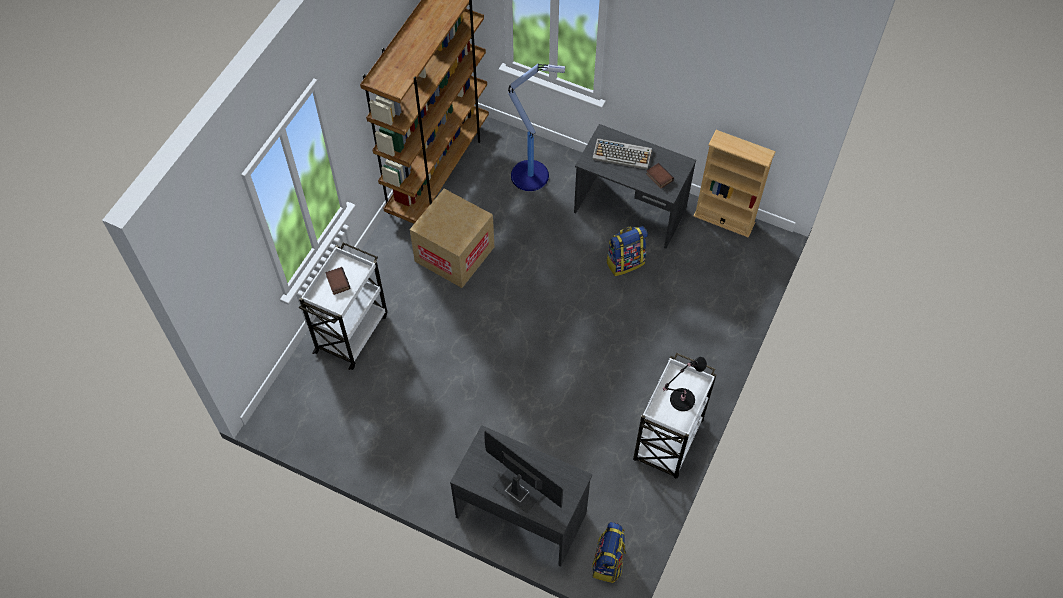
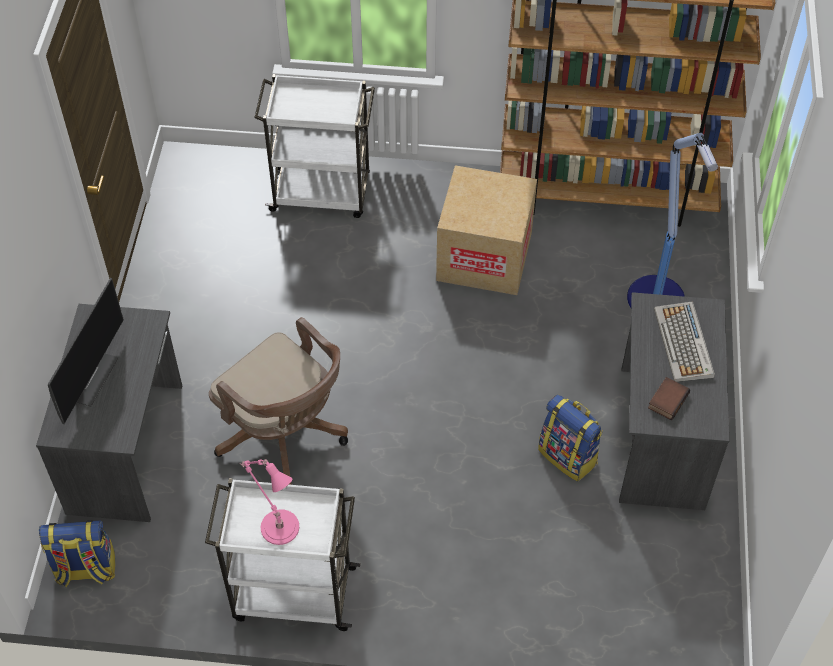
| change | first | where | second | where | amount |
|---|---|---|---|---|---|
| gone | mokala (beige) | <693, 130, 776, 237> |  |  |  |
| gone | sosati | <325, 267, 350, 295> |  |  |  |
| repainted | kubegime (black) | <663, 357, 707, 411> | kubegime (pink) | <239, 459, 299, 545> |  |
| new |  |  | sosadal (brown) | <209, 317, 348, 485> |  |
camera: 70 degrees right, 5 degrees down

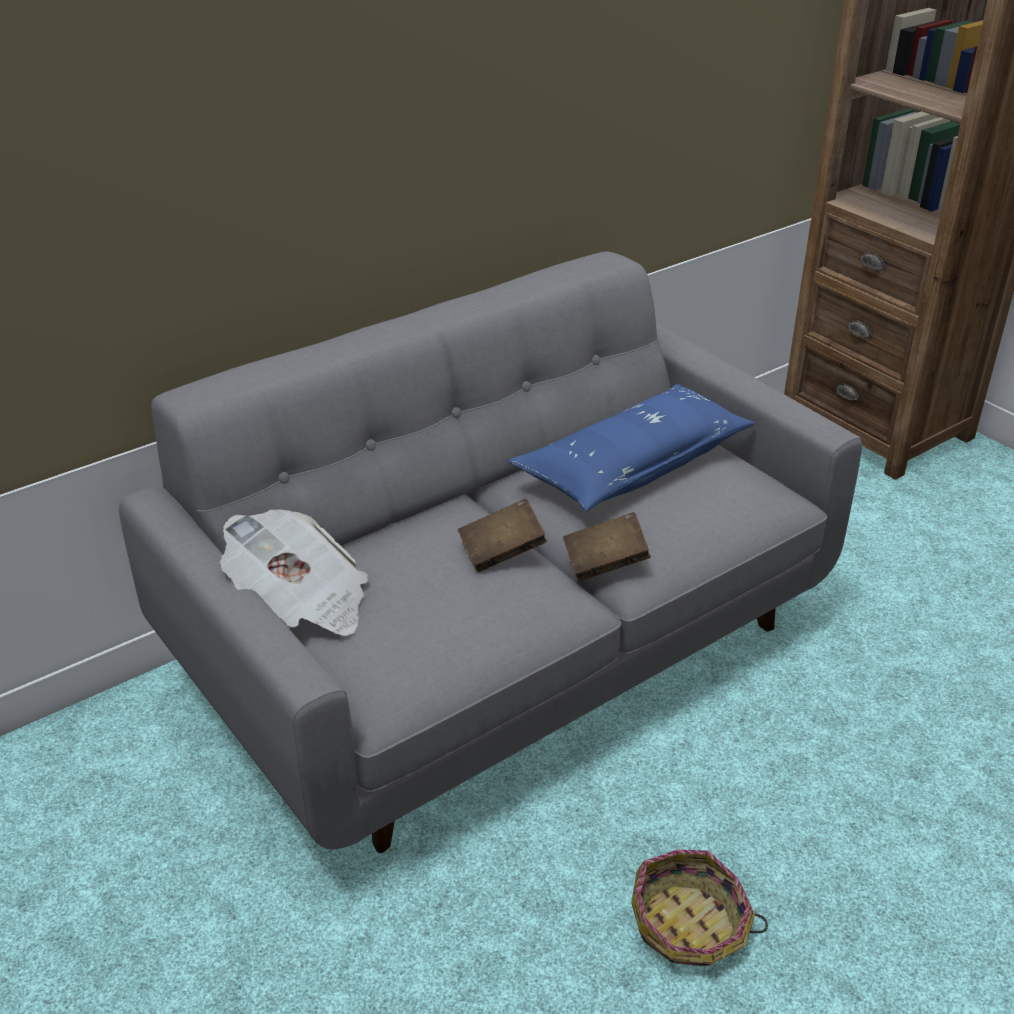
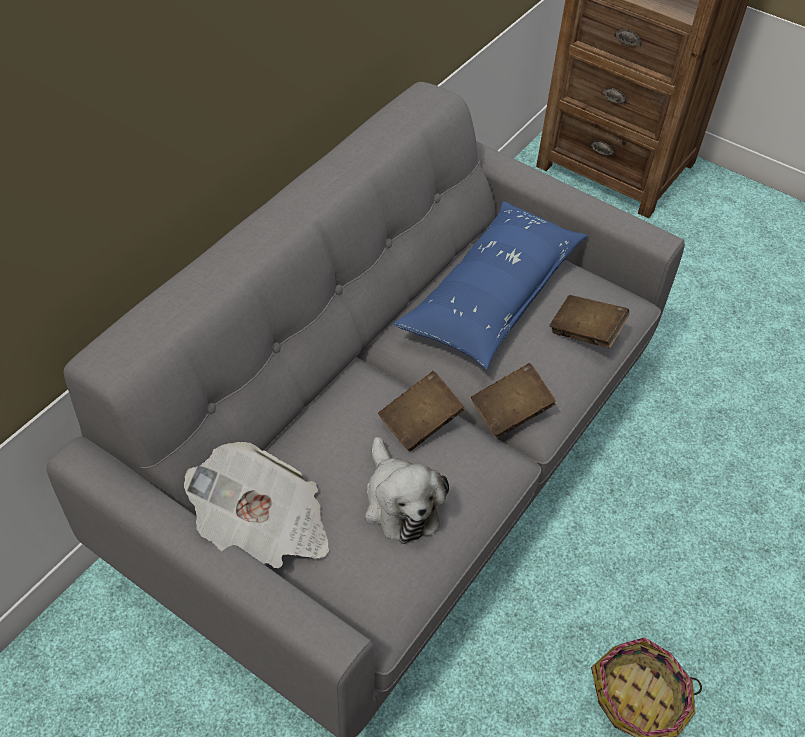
| change | first | where | second | where | amount |
|---|---|---|---|---|---|
| new |  |  | sosati (brown) | <549, 295, 629, 348> |  |
| new |  |  | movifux | <365, 437, 449, 544> |  |
camera: 20 degrees left, 15 degrees up

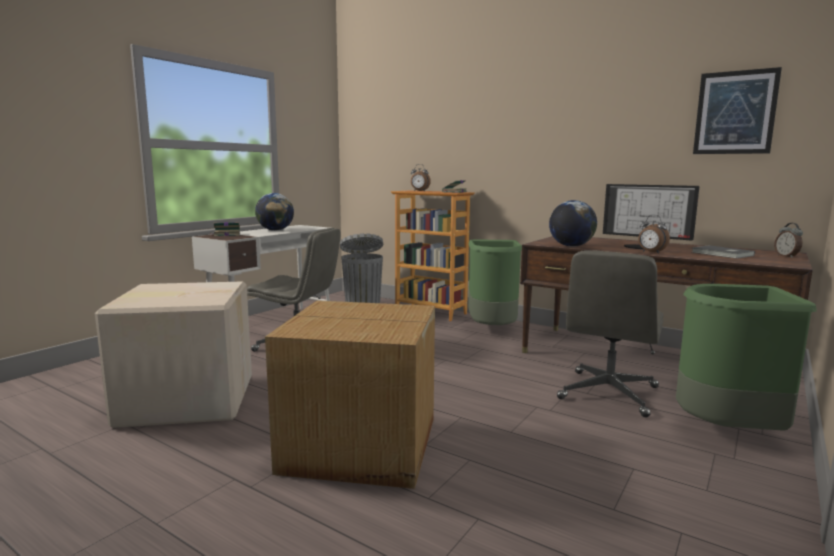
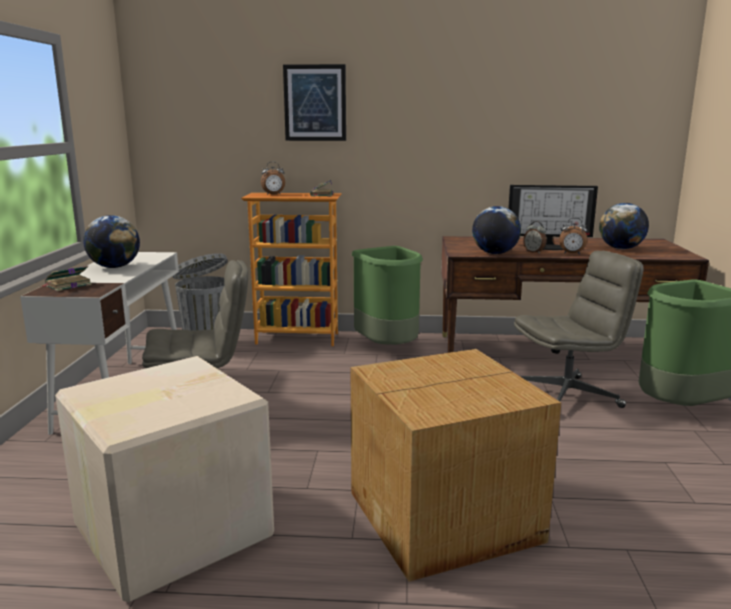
| change | first | where | second | where | amount |
|---|---|---|---|---|---|
| shifted | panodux | <693, 67, 782, 154> |  | <283, 64, 346, 141> |  |
| shifted | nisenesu | <774, 223, 803, 258> |  | <523, 221, 546, 254> |  |
| swapped | sosati (grey) | <692, 245, 755, 259> | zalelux | <599, 203, 649, 249> |  |
| rotated | sosadal (grey) | <557, 250, 664, 417> |  | <514, 251, 644, 408> | 105 degrees counterclockwise |
camera: 30 degrees left, 5 degrees up

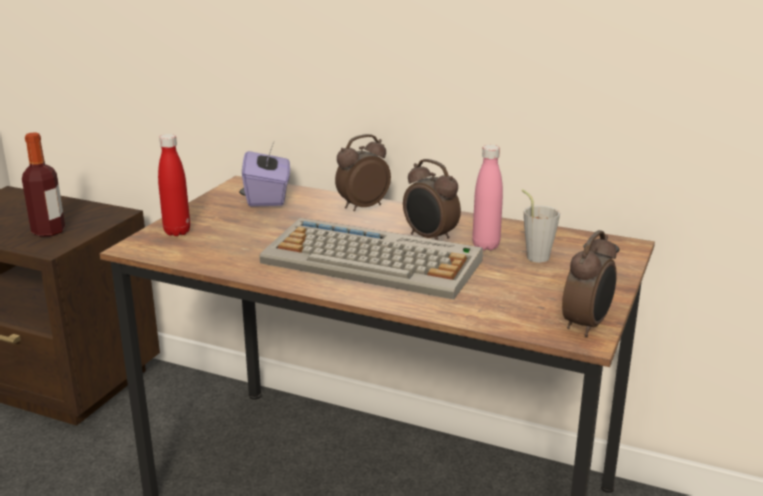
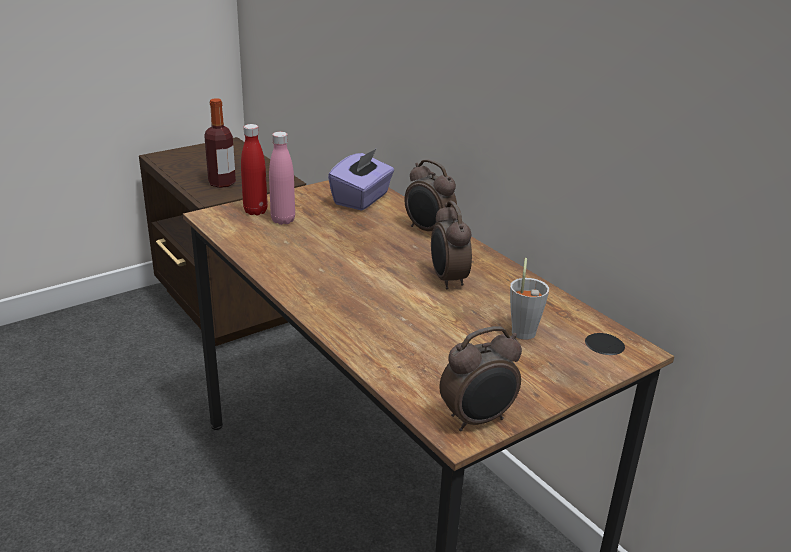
| change | first | where | second | where | amount |
|---|---|---|---|---|---|
| rotated | nisenesu | <335, 134, 391, 211> |  | <405, 159, 457, 231> | 135 degrees counterclockwise |
| shifted | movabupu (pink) | <472, 145, 503, 250> |  | <269, 132, 295, 225> |  |
| gone | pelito | <259, 218, 483, 300> |  |  |  |
camera: 30 degrees right, 5 degrees up

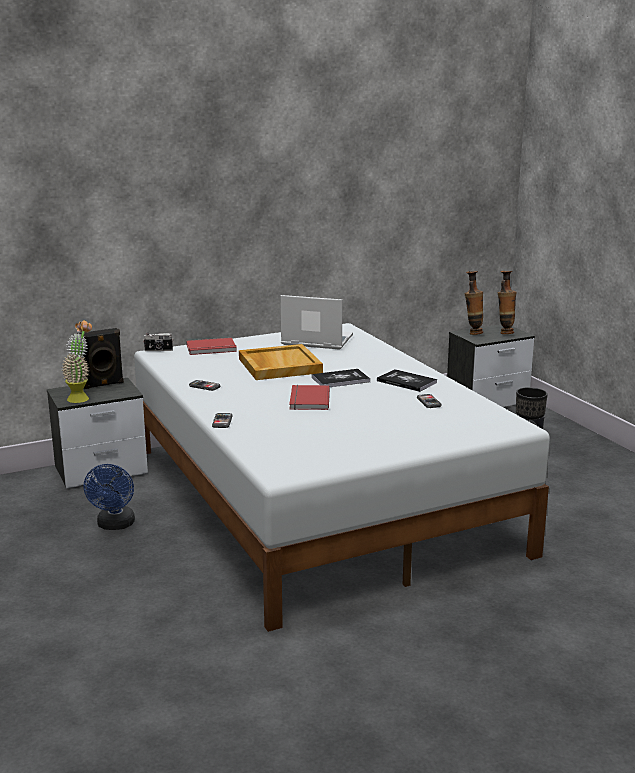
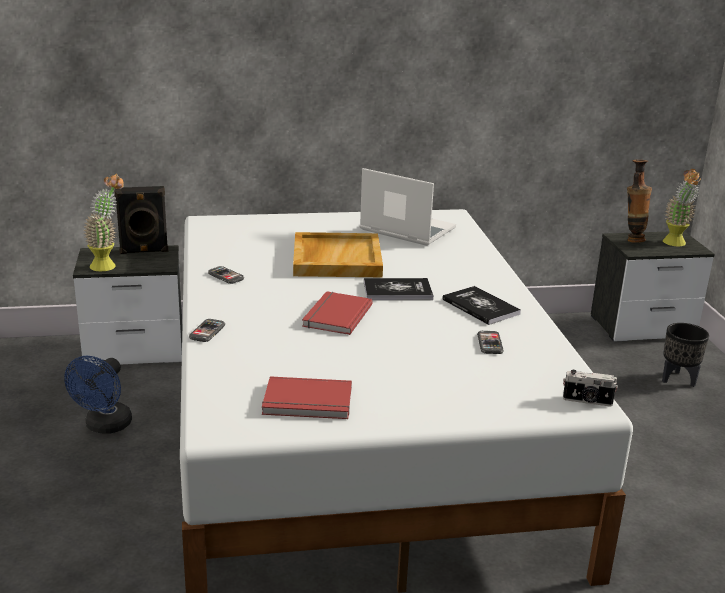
| change | first | where | second | where | amount |
|---|---|---|---|---|---|
| swapped | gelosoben | <498, 271, 517, 334> | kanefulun | <663, 169, 701, 246> |  |
| shifted | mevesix | <143, 333, 173, 351> |  | <563, 370, 618, 407> |  |
| shifted | sosati (red) | <186, 338, 237, 355> |  | <262, 376, 352, 419> |  |
camera: 15 degrees right, 5 degrees up

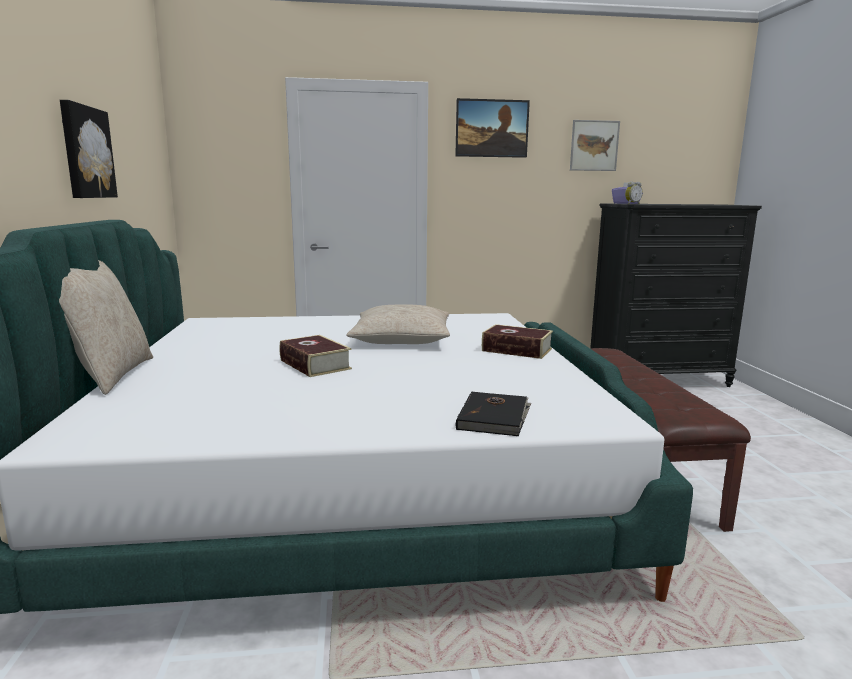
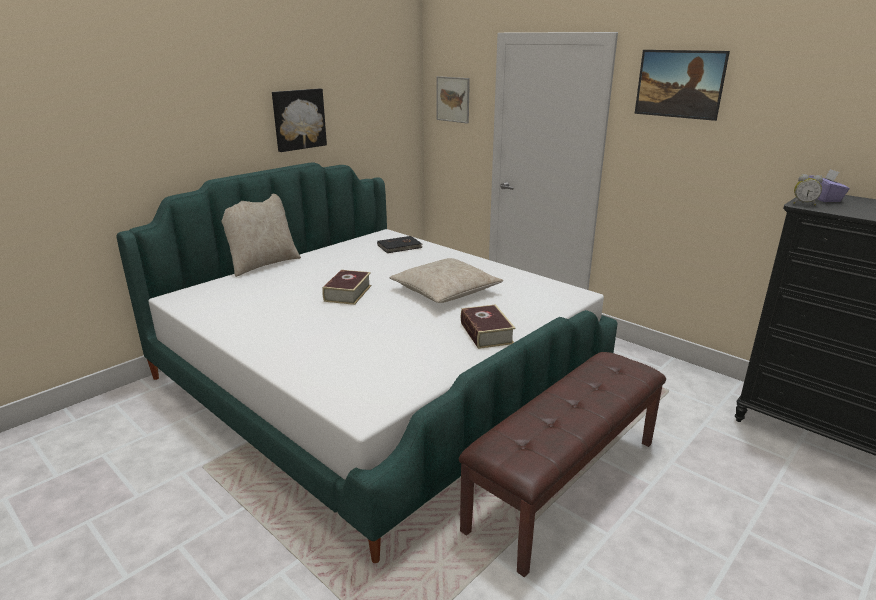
| change | first | where | second | where | amount |
|---|---|---|---|---|---|
| shifted | panodux | <570, 120, 620, 171> |  | <437, 76, 470, 124> |  |
| shifted | sosati (black) | <456, 391, 531, 436> |  | <377, 236, 422, 253> |  |
camera: 50 degrees right, 10 degrees up

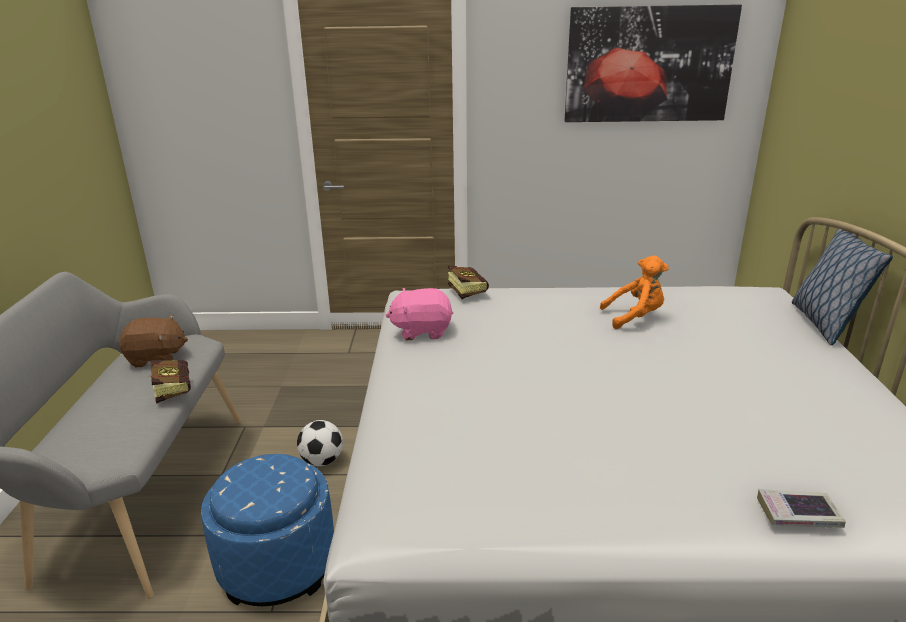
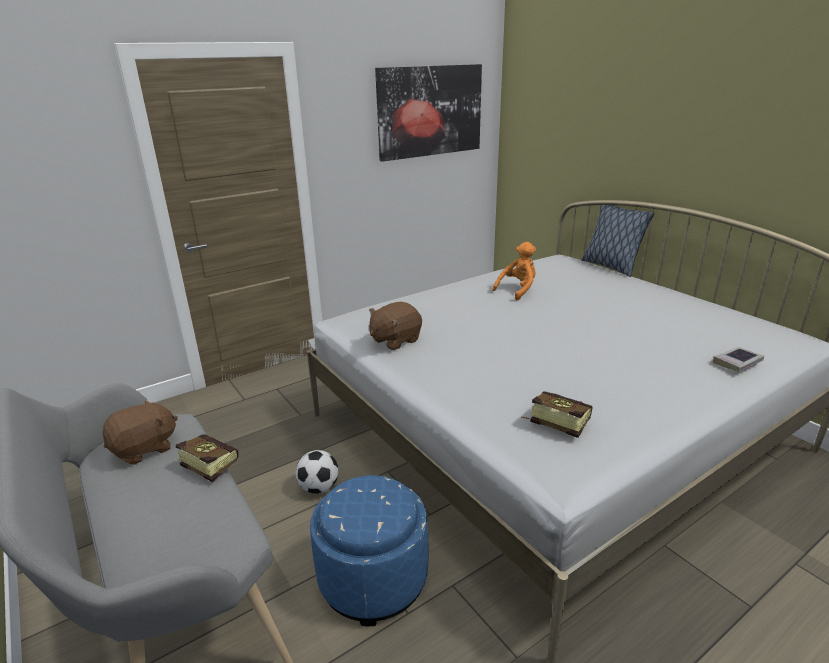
| change | first | where | second | where | amount |
|---|---|---|---|---|---|
| shifted | sosati | <448, 266, 489, 299> |  | <521, 391, 593, 438> |  |
| repainted | movifux (pink) | <385, 288, 453, 340> | movifux (brown) | <369, 302, 422, 350> |  |
camera: 35 degrees left, 0 degrees up

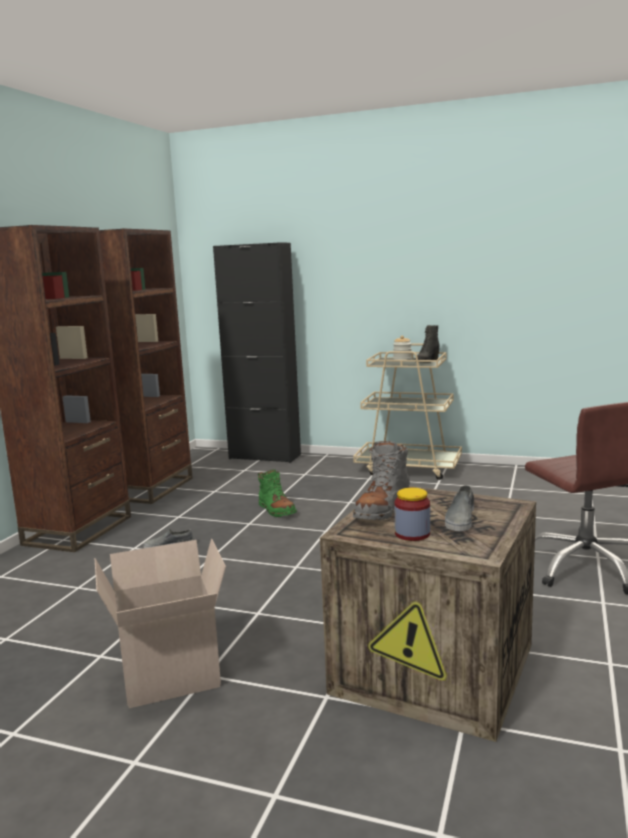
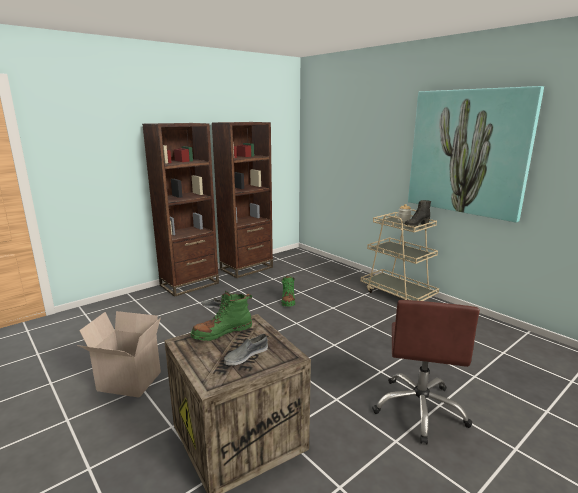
| change | first | where | second | where | amount |
|---|---|---|---|---|---|
| gone | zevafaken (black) | <213, 243, 301, 463> |  |  |  |
| repainted | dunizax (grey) | <353, 441, 410, 520> | dunizax (green) | <190, 291, 253, 341> |  |
| gone | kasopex | <394, 488, 430, 541> |  |  |  |
| new |  |  | panodux | <408, 86, 544, 223> |  |
camera: 30 degrees right, 5 degrees up

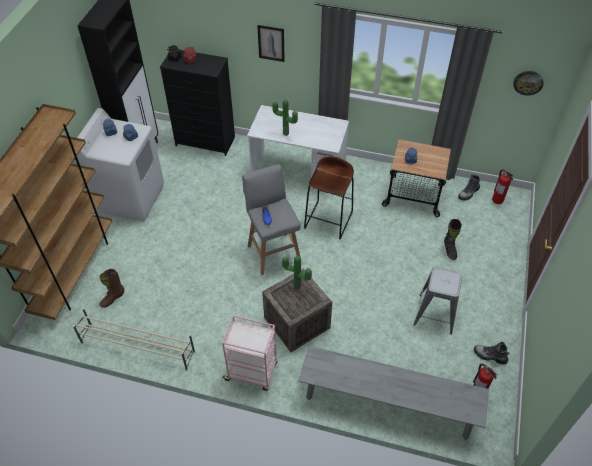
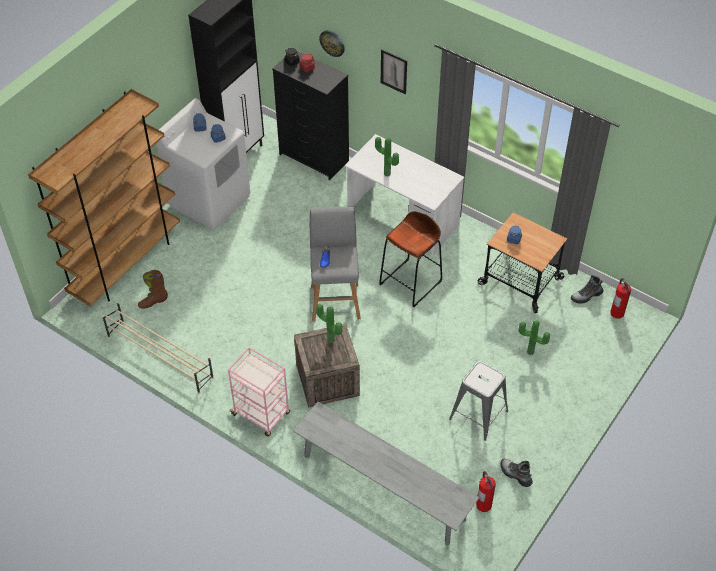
| change | first | where | second | where | amount |
|---|---|---|---|---|---|
| shifted | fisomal | <513, 71, 544, 96> |  | <319, 30, 345, 57> |  |
| swapped | dunizax (black) | <444, 219, 462, 260> | kanefulun | <518, 320, 550, 355> |  |
camera: 20 degrees right, 0 degrees up

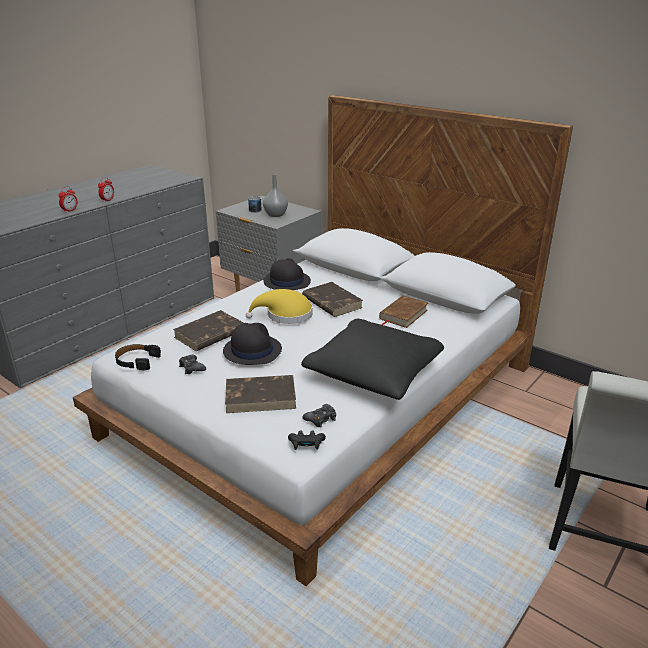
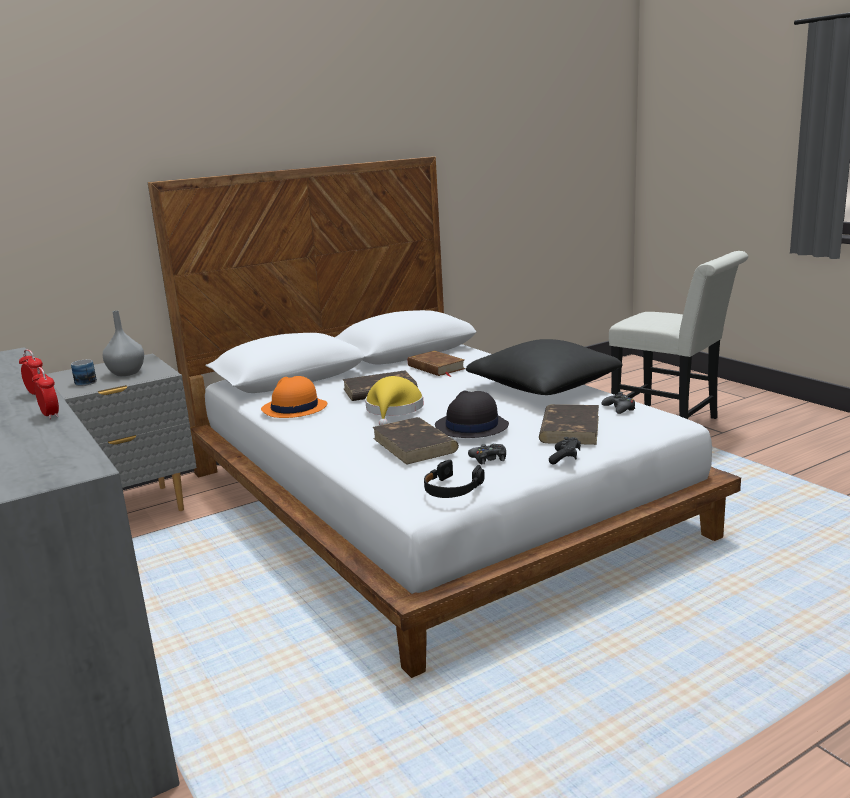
| change | first | where | second | where | amount |
|---|---|---|---|---|---|
| repainted | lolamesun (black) | <263, 258, 311, 290> | lolamesun (orange) | <261, 376, 327, 418> |  |
| shifted | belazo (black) | <288, 431, 326, 450> |  | <549, 437, 581, 465> |  |
camera: 70 degrees left, 10 degrees down

